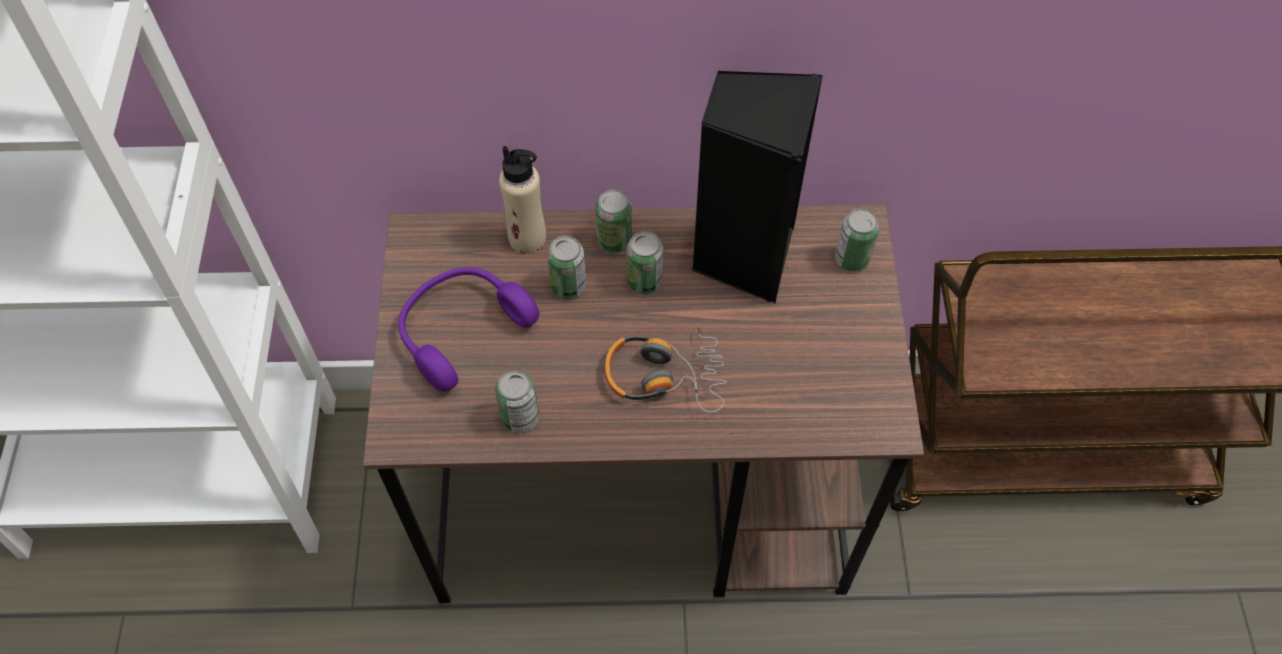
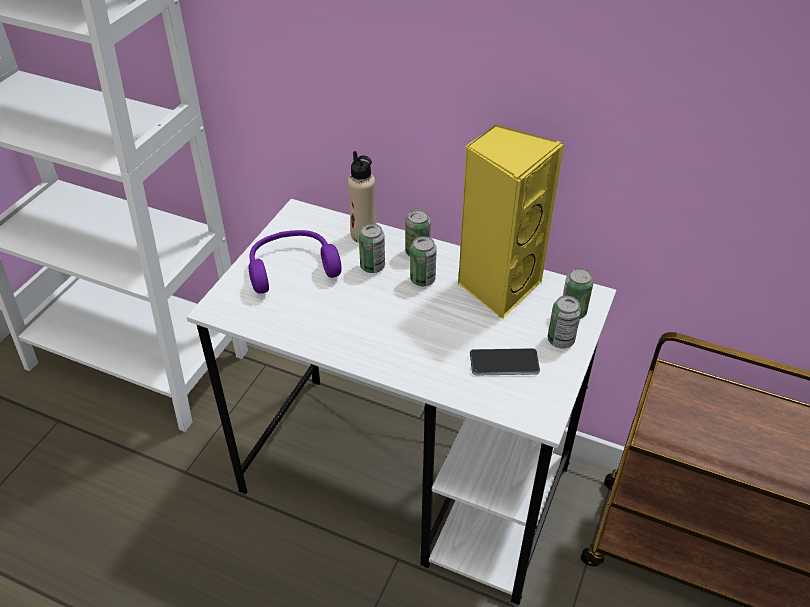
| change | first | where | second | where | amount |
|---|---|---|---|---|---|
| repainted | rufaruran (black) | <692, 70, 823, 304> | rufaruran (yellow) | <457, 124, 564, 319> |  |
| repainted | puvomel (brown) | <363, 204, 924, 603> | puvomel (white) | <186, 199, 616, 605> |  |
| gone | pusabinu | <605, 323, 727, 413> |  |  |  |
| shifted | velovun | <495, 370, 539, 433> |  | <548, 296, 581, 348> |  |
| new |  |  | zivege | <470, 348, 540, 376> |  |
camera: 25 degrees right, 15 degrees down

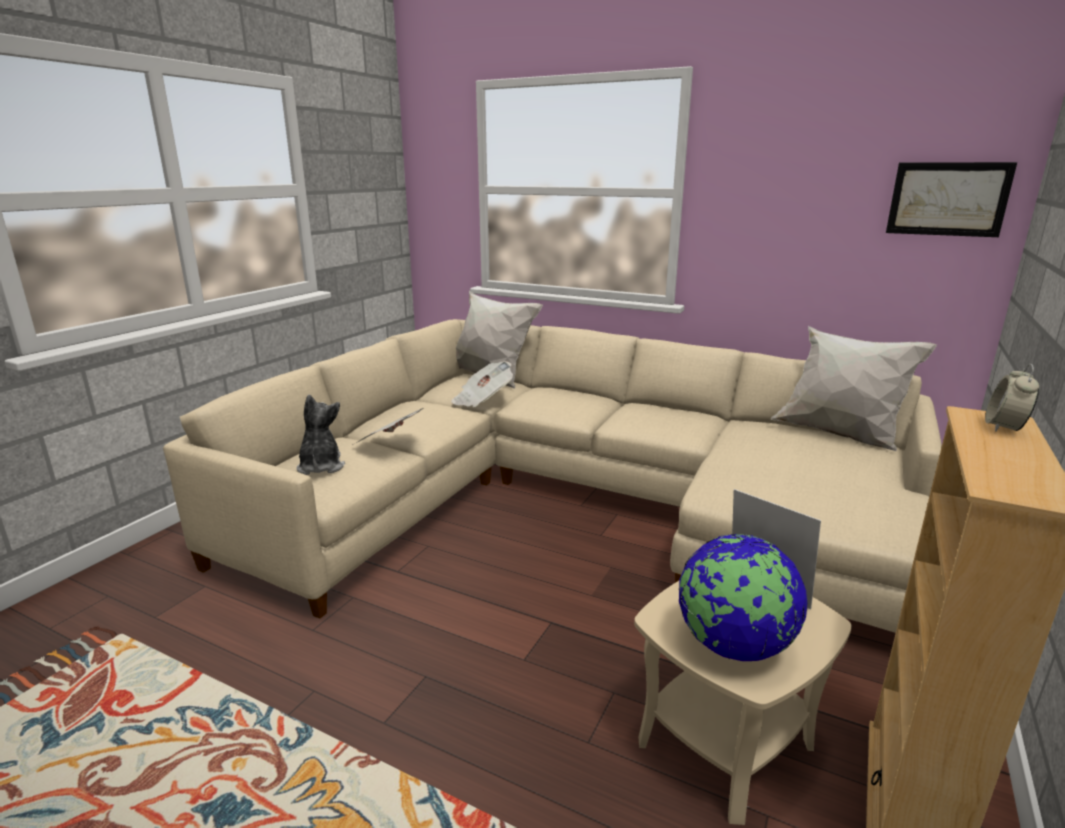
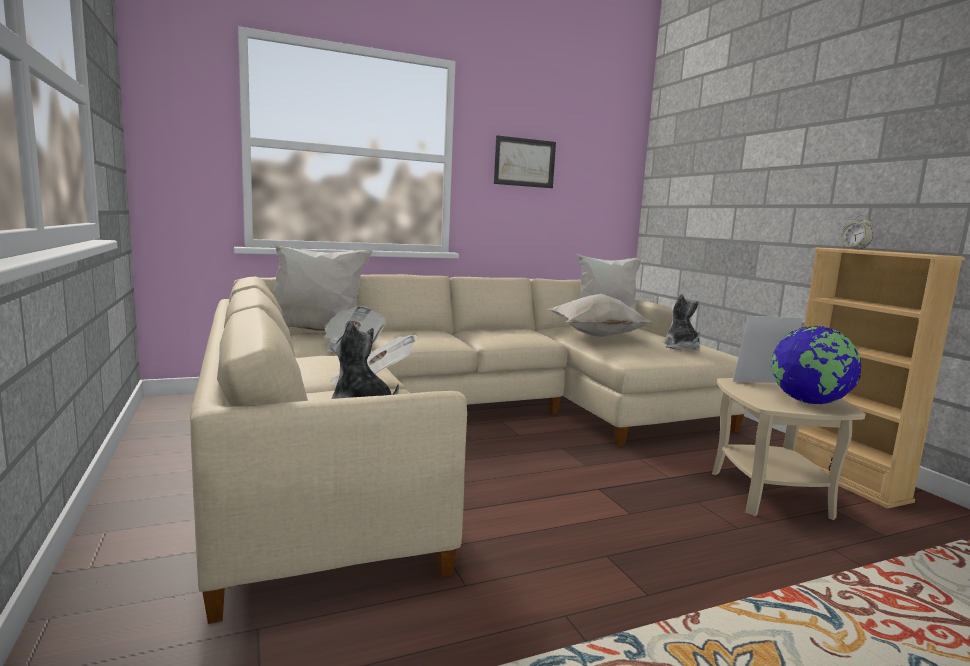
| change | first | where | second | where | amount |
|---|---|---|---|---|---|
| shifted | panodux | <886, 162, 1017, 237> |  | <494, 135, 556, 188> |  |
| new |  |  | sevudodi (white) | <548, 294, 655, 337> |  |
| new |  |  | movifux | <662, 294, 700, 350> |  |
camera: 50 degrees left, 10 degrees down

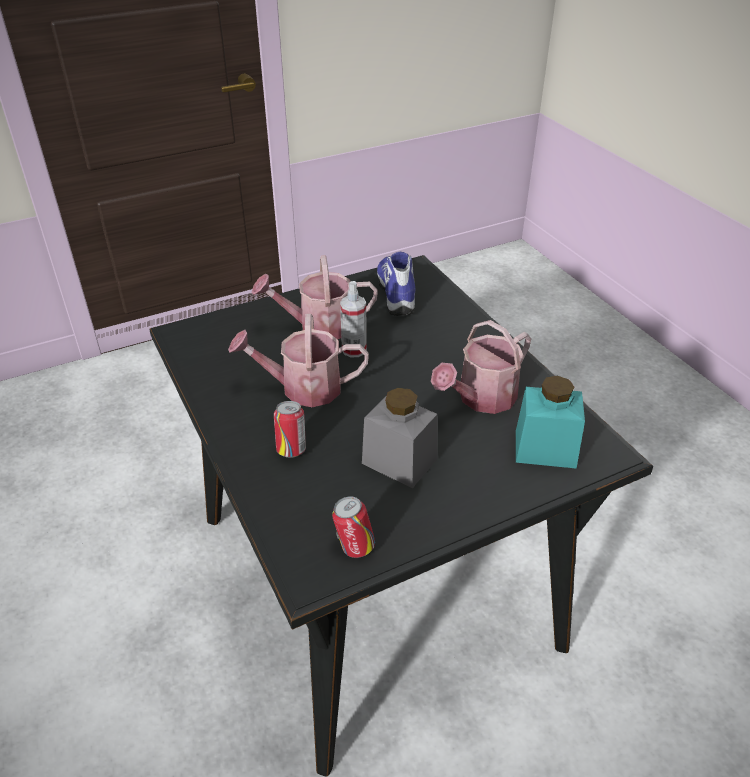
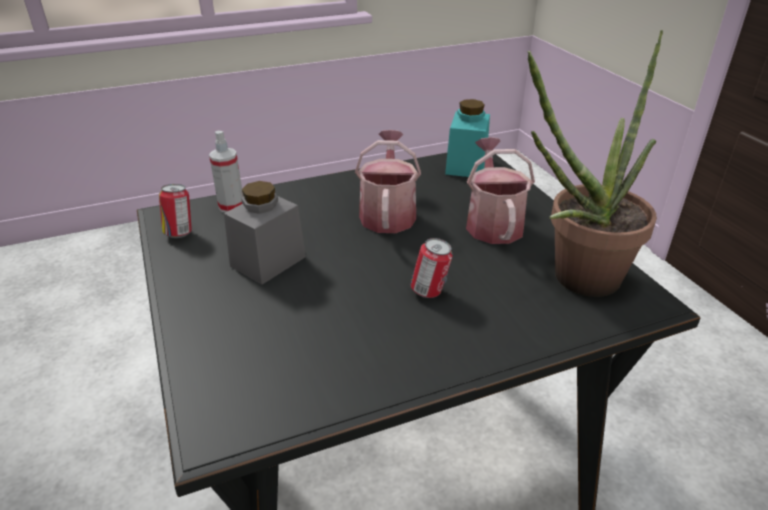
| change | first | where | second | where | amount |
|---|---|---|---|---|---|
| swapped | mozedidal | <377, 252, 415, 316> | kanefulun | <527, 30, 663, 297> |  |
| shifted | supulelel | <340, 281, 367, 357> |  | <209, 131, 243, 213> |  |
| gone | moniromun | <431, 320, 531, 414> |  |  |  |
| shifted | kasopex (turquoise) | <516, 376, 585, 469> |  | <445, 99, 490, 177> |  |
| shifted | velovun | <274, 401, 306, 458> |  | <411, 238, 453, 298> |  |
camera: 95 degrees right, 5 degrees down

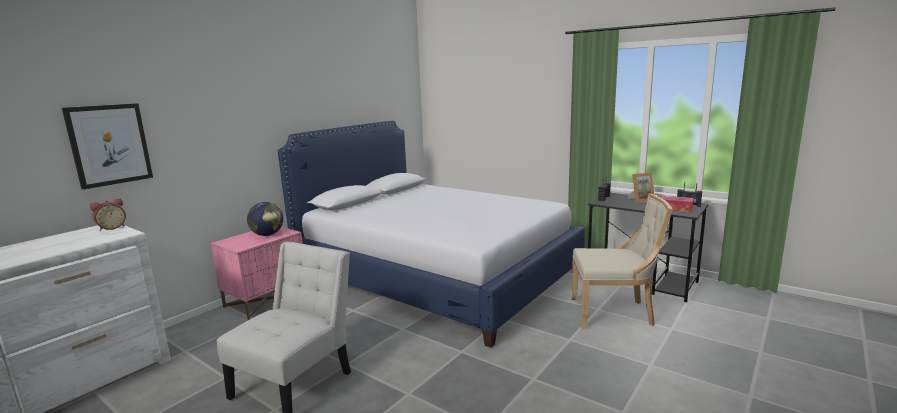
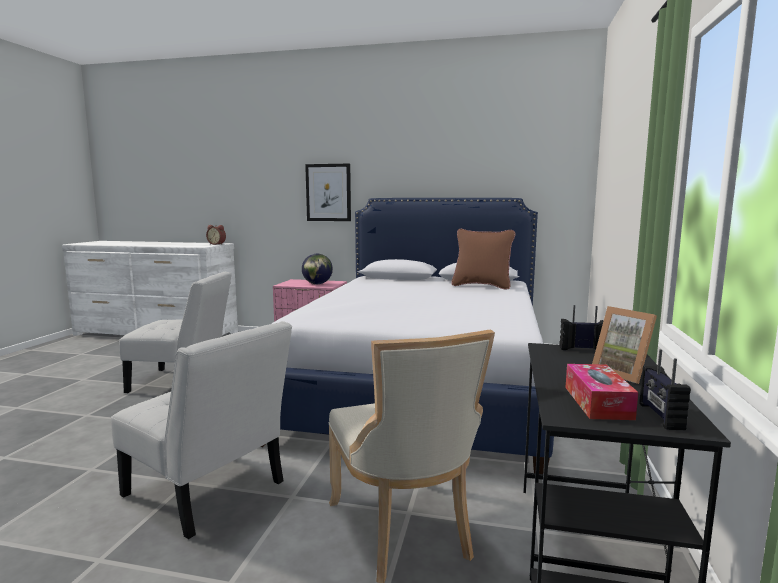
| change | first | where | second | where | amount |
|---|---|---|---|---|---|
| shifted | panodux | <62, 103, 153, 190> |  | <305, 164, 351, 221> |  |
| new |  |  | sevudodi (brown) | <451, 229, 516, 290> |  |
| new |  |  | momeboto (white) | <111, 321, 292, 539> |  |
camera: 65 degrees right, 5 degrees down

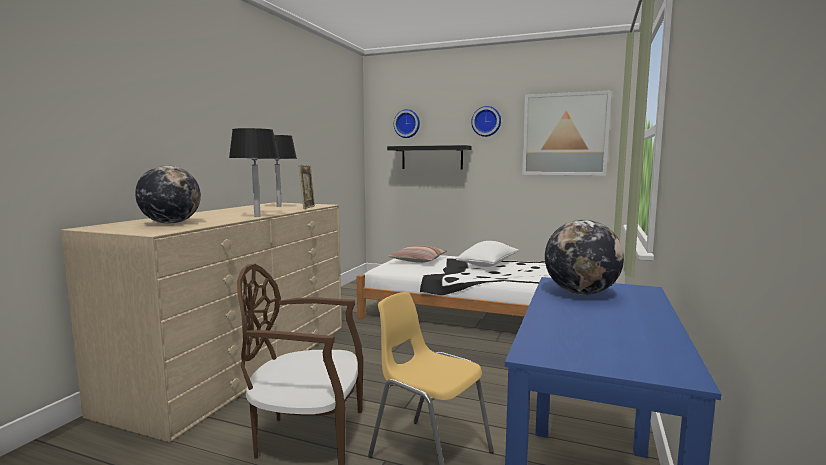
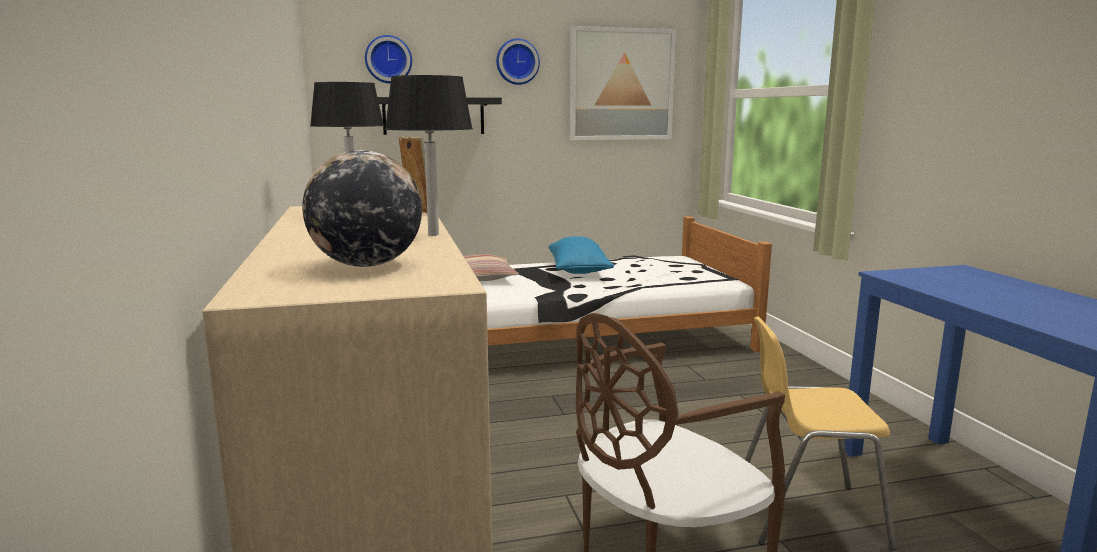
| change | first | where | second | where | amount |
|---|---|---|---|---|---|
| gone | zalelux | <545, 220, 624, 295> |  |  |  |
| repainted | sevudodi (white) | <456, 241, 519, 267> | sevudodi (blue) | <549, 236, 614, 274> |  |
camera: 35 degrees left, 5 degrees up

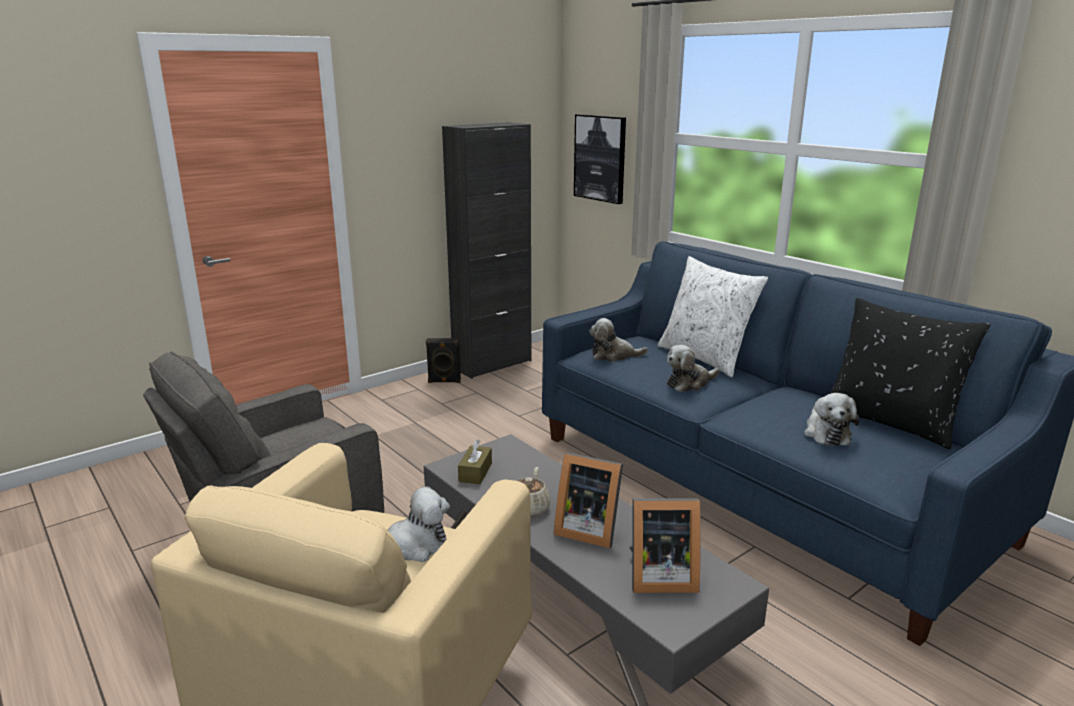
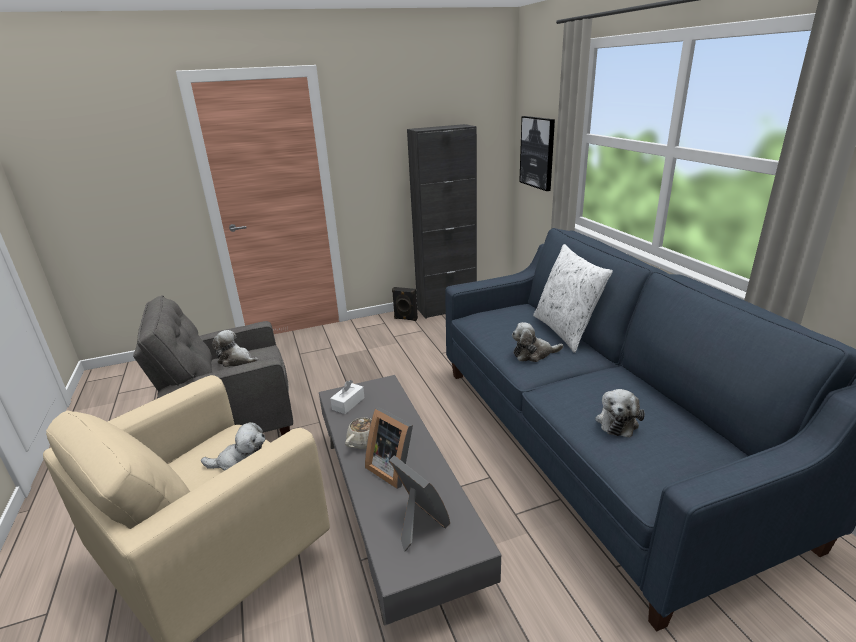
| change | first | where | second | where | amount |
|---|---|---|---|---|---|
| gone | sevudodi (black) | <830, 298, 990, 450> |  |  |  |
| shifted | movifux | <589, 318, 648, 362> |  | <212, 330, 259, 367> |  |
| repainted | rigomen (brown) | <458, 439, 492, 484> | rigomen (white) | <330, 380, 365, 414> |  |
| rotated | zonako | <629, 499, 701, 593> |  | <389, 455, 450, 552> | 150 degrees counterclockwise |
camera: 20 degrees right, 5 degrees up

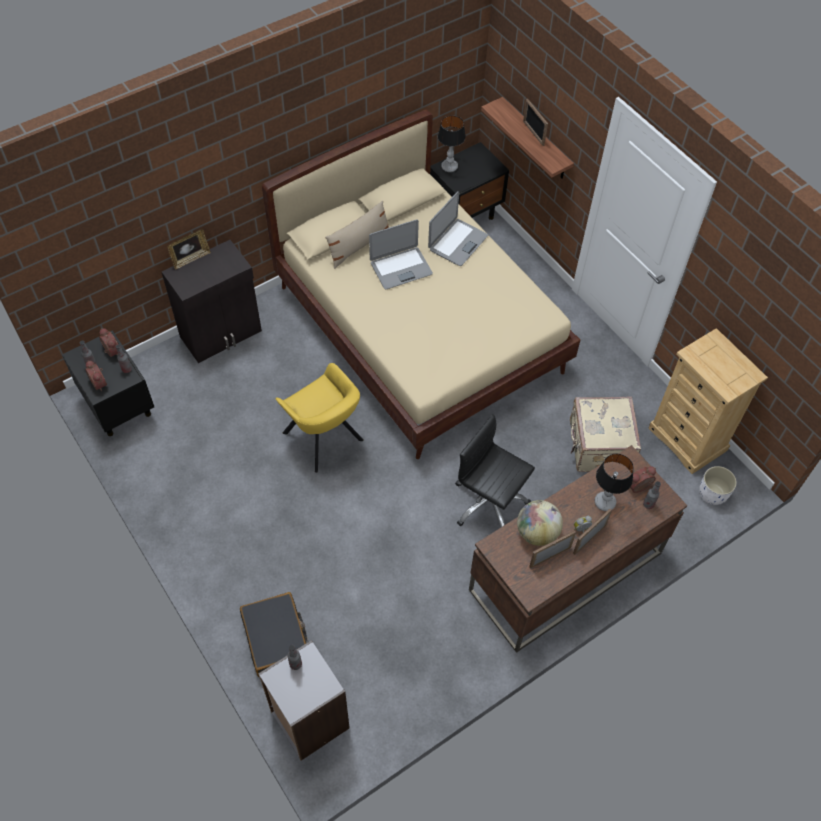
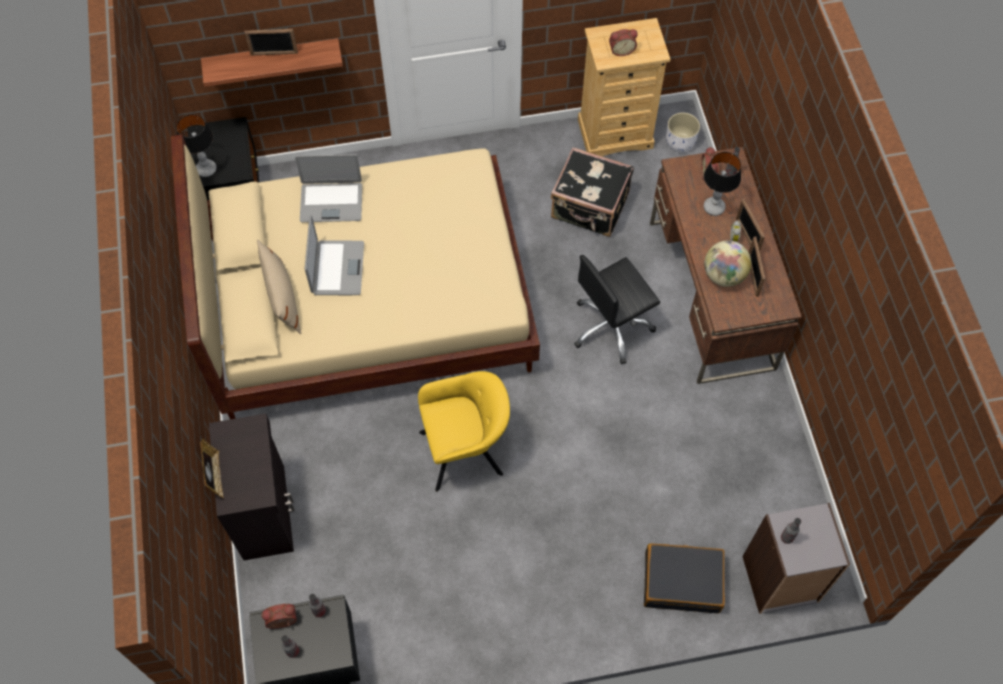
| change | first | where | second | where | amount |
|---|---|---|---|---|---|
| rotated | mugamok | <428, 191, 488, 266> |  | <295, 154, 362, 222> | 120 degrees clockwise |
| shifted | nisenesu | <85, 361, 107, 391> |  | <609, 29, 638, 56> |  |
| repainted | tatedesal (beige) | <570, 397, 641, 472> | tatedesal (black) | <551, 147, 634, 237> |  |
camera: 65 degrees left, 5 degrees up

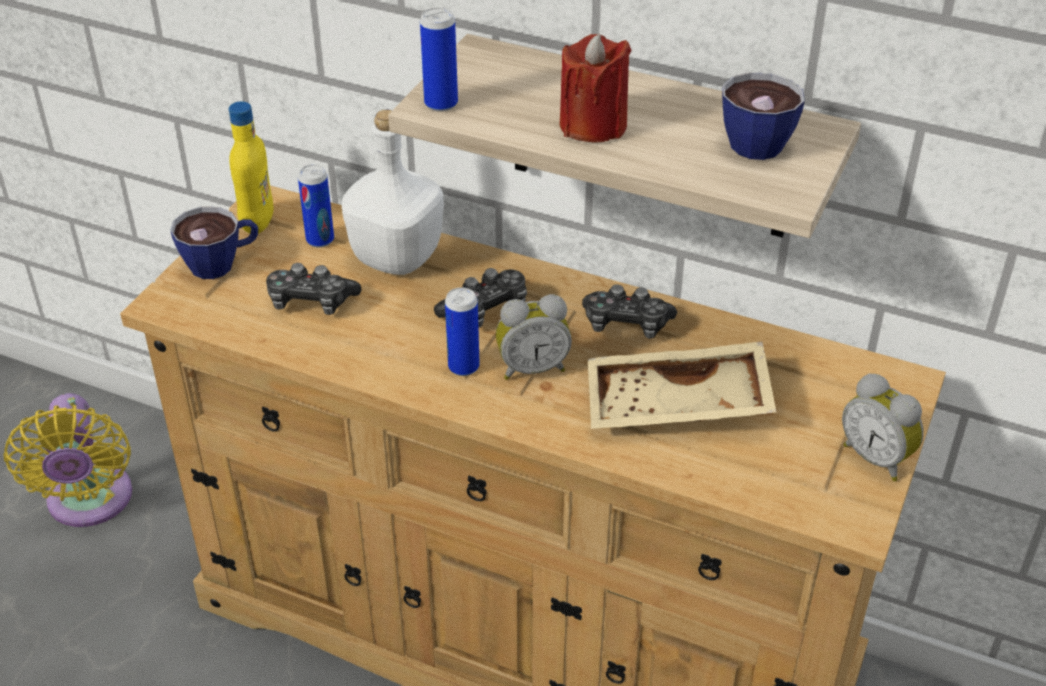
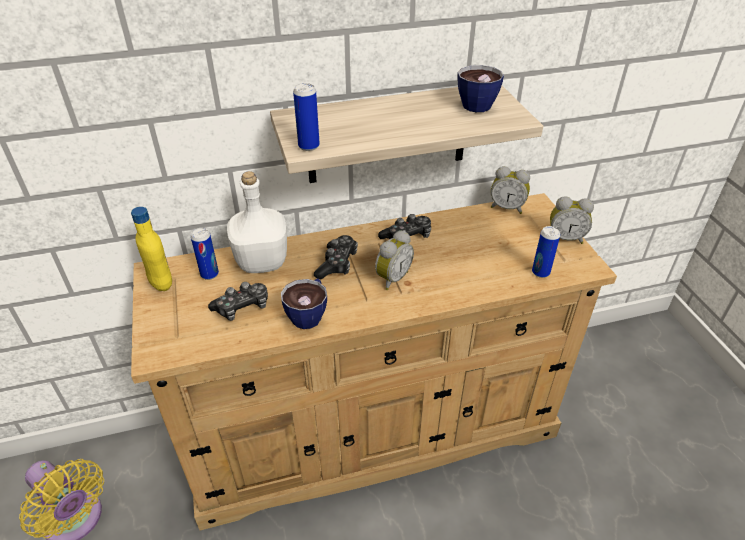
| change | first | where | second | where | amount |
|---|---|---|---|---|---|
| gone | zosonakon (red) | <560, 34, 631, 143> |  |  |  |
| shifted | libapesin | <170, 207, 258, 279> |  | <281, 279, 327, 329> |  |
| shifted | velovun | <445, 287, 480, 376> |  | <532, 226, 560, 278> |  |
| gone | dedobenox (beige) | <588, 342, 777, 429> |  |  |  |
| new |  |  | nisenesu | <491, 166, 530, 214> |  |
camera: 40 degrees left, 0 degrees up

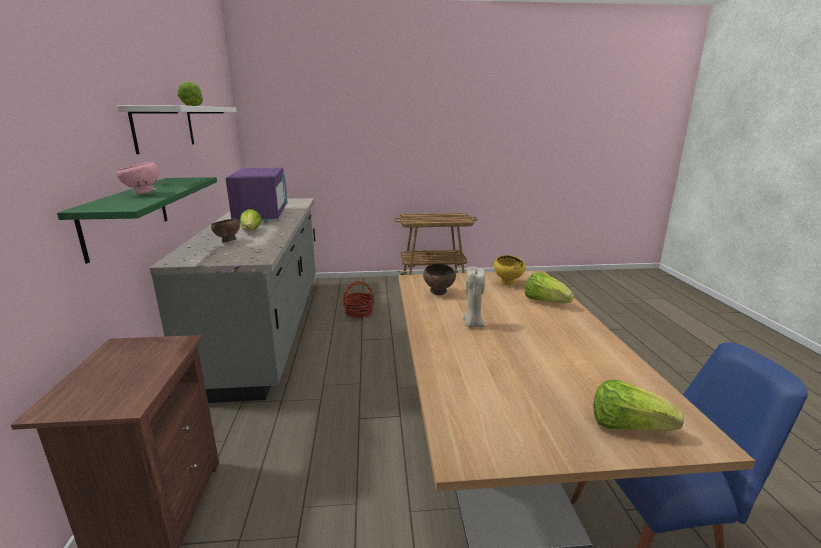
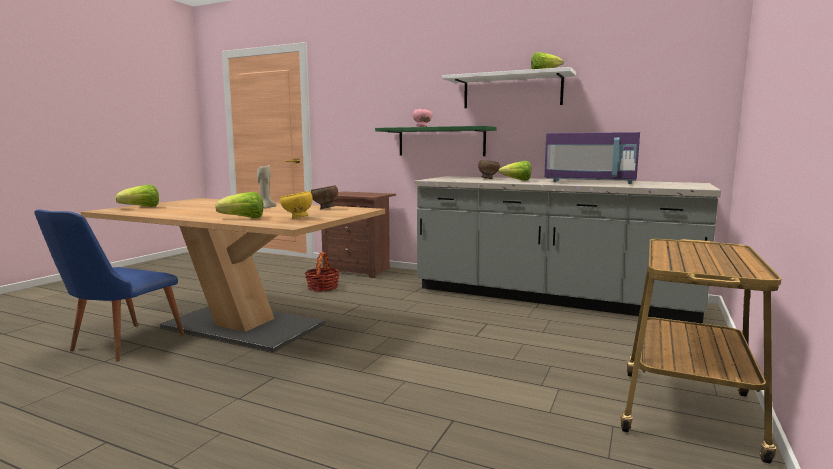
| change | first | where | second | where | amount |
|---|---|---|---|---|---|
| shifted | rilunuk | <342, 281, 375, 318> |  | <305, 252, 340, 292> |  |
camera: 120 degrees right, 10 degrees down

